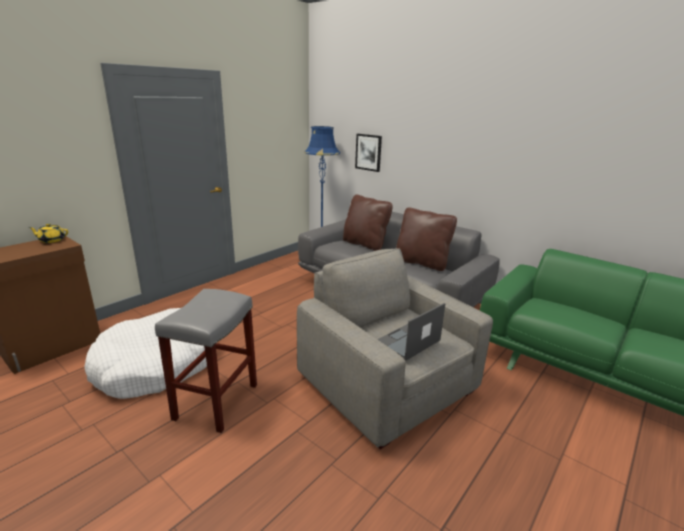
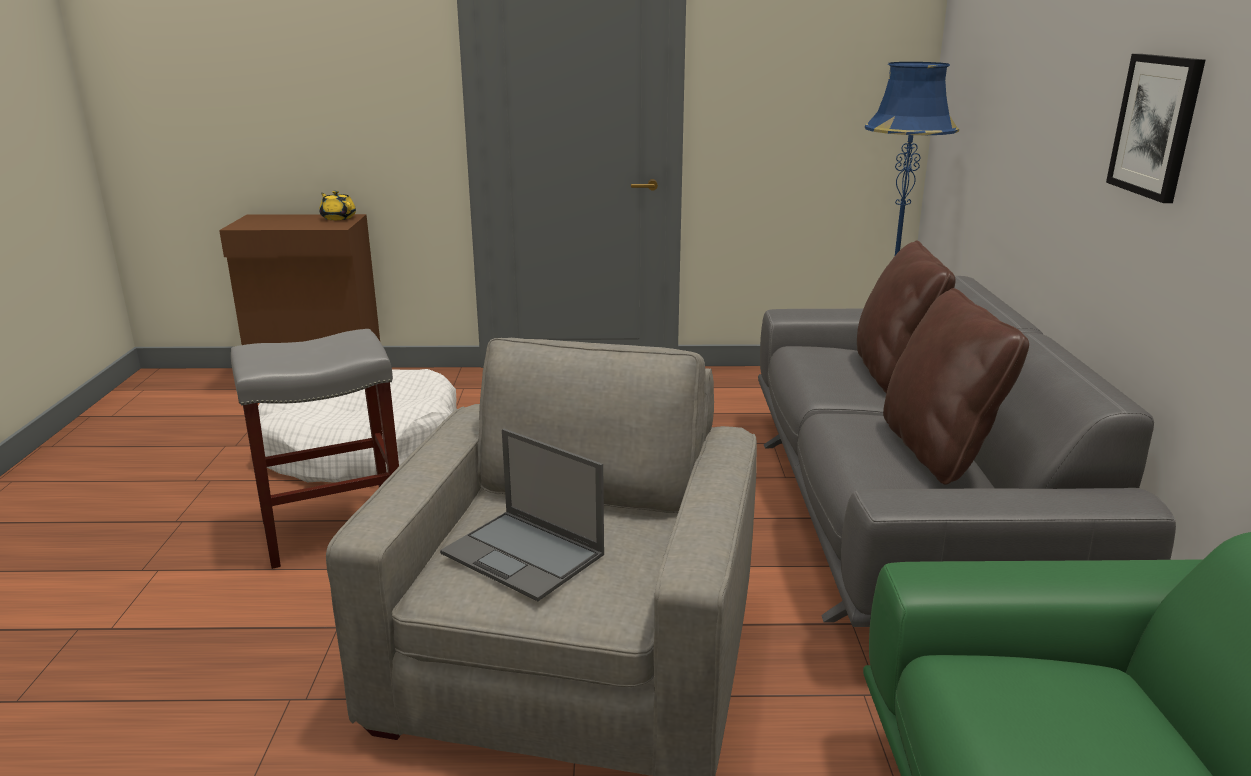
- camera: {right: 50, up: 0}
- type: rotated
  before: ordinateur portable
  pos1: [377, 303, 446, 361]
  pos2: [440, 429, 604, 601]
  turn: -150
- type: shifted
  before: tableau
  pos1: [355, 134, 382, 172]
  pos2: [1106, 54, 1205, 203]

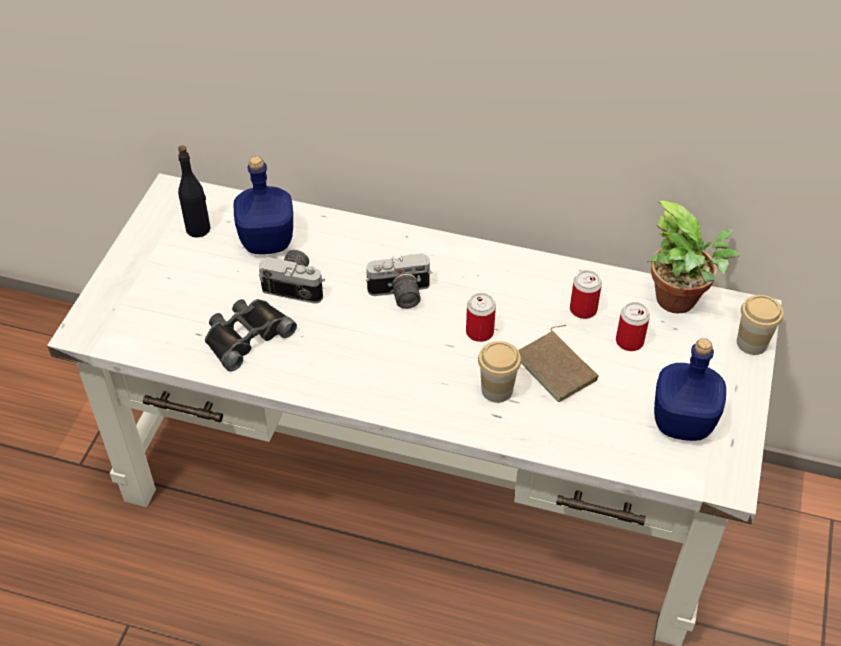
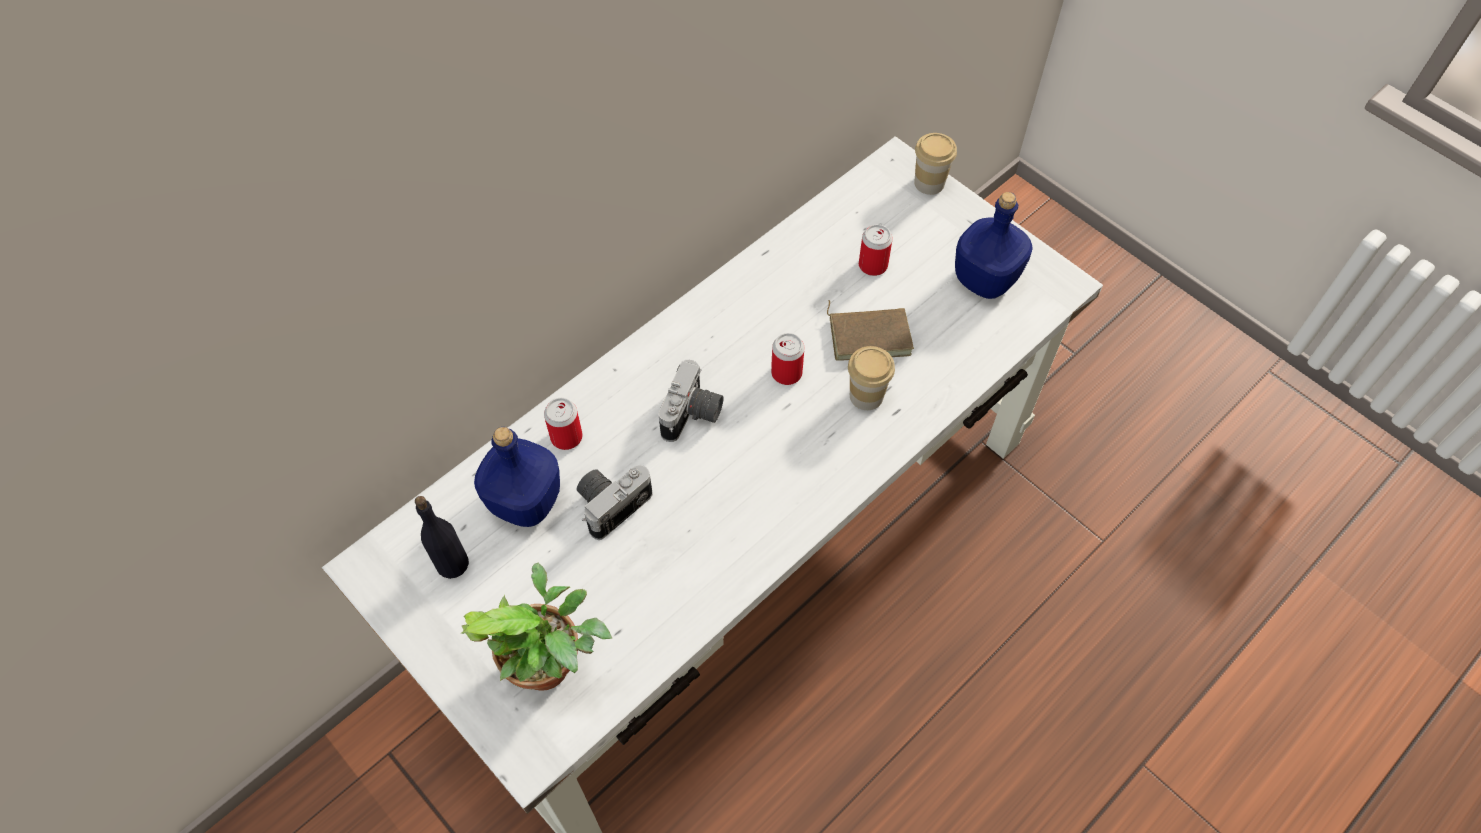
- camera: {right: -60, up: 10}
- type: shifted
  before: plante en pot
  pos1: [648, 200, 739, 314]
  pos2: [460, 563, 612, 691]
- type: shifted
  before: boîte métallique
  pos1: [570, 270, 602, 319]
  pos2: [544, 398, 583, 450]
- type: gone
  before: jumelles (noir)
  pos1: [205, 299, 297, 371]

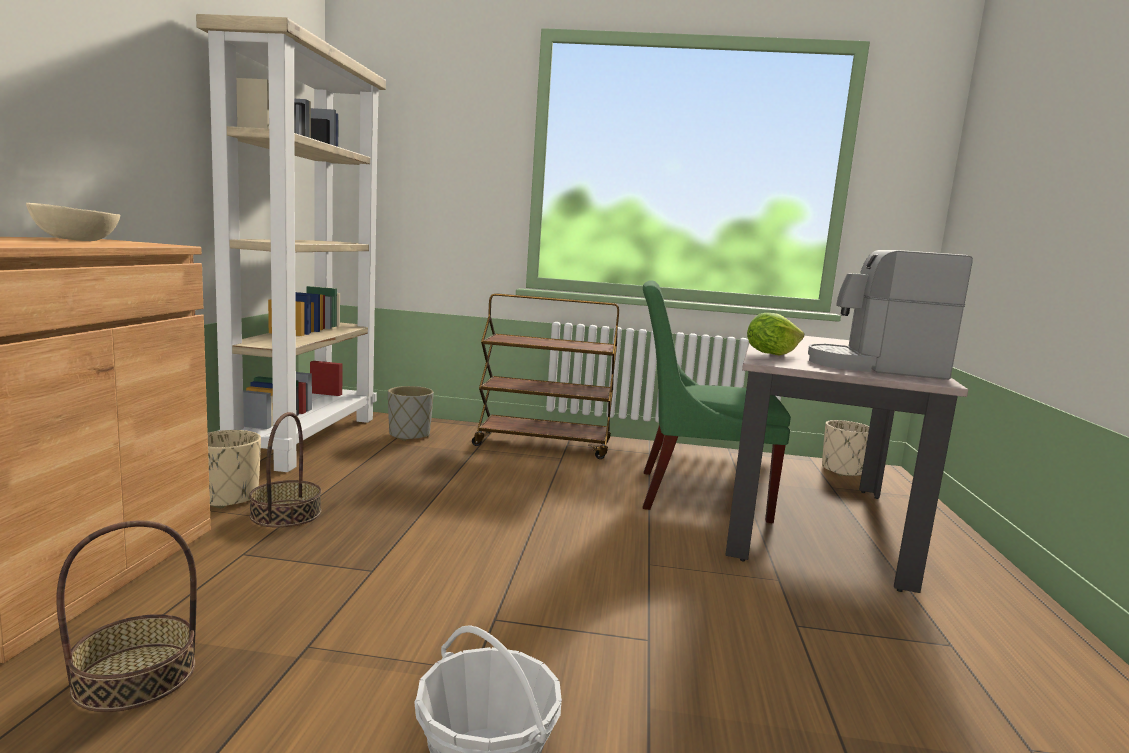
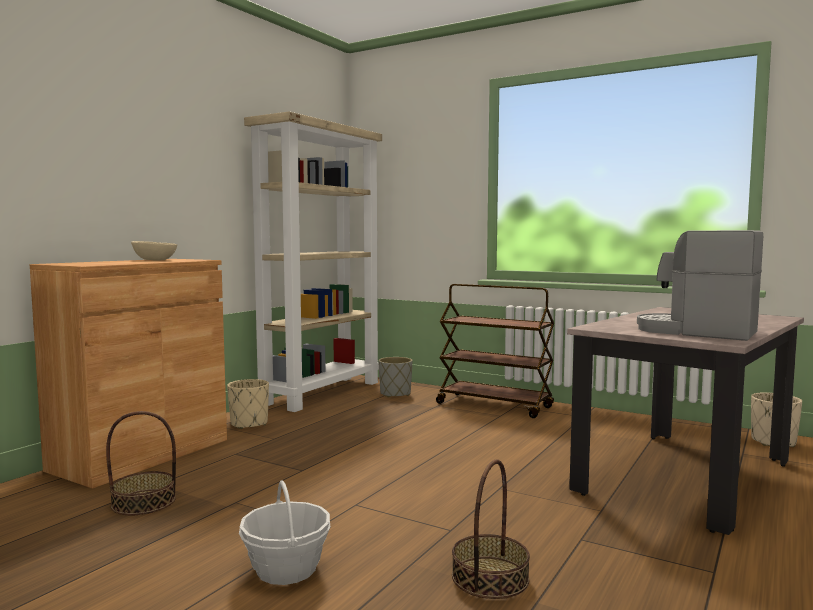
- camera: {right: 25, up: -5}
- type: shifted
  before: panier
  pos1: [249, 412, 322, 528]
  pos2: [452, 459, 530, 599]
- type: gone
  before: chaise (vert)
  pos1: [643, 280, 791, 523]
- type: gone
  before: laitue
  pos1: [747, 313, 804, 356]

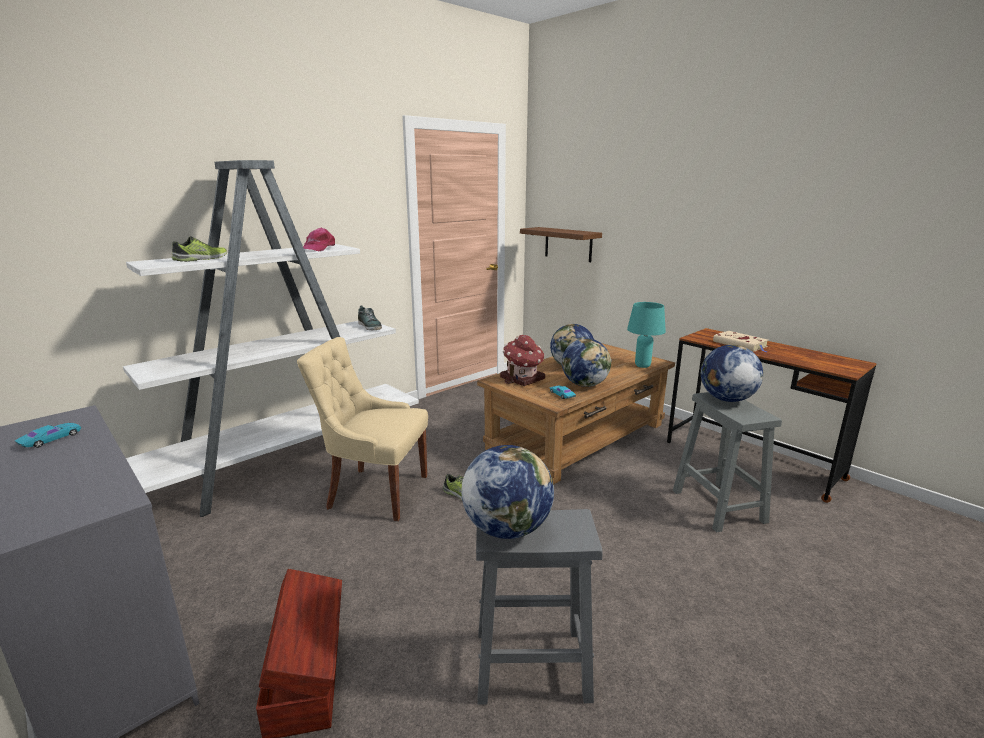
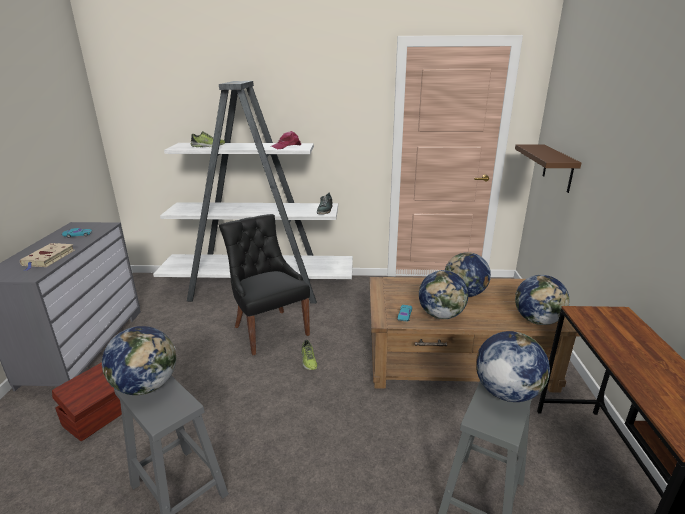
- camera: {right: 45, up: 5}
- type: shifted
  before: livre (beige)
  pos1: [713, 331, 768, 352]
  pos2: [20, 243, 75, 271]
- type: repainted
  before: chaise (beige)
  after: chaise (noir)
  pos1: [297, 337, 428, 521]
  pos2: [219, 214, 310, 355]
- type: swapped
  before: lampe de table (turquoise)
  after: globe
  pos1: [627, 302, 666, 368]
  pos2: [515, 275, 570, 325]
- type: gone
  before: maison miniature
  pos1: [500, 335, 545, 386]

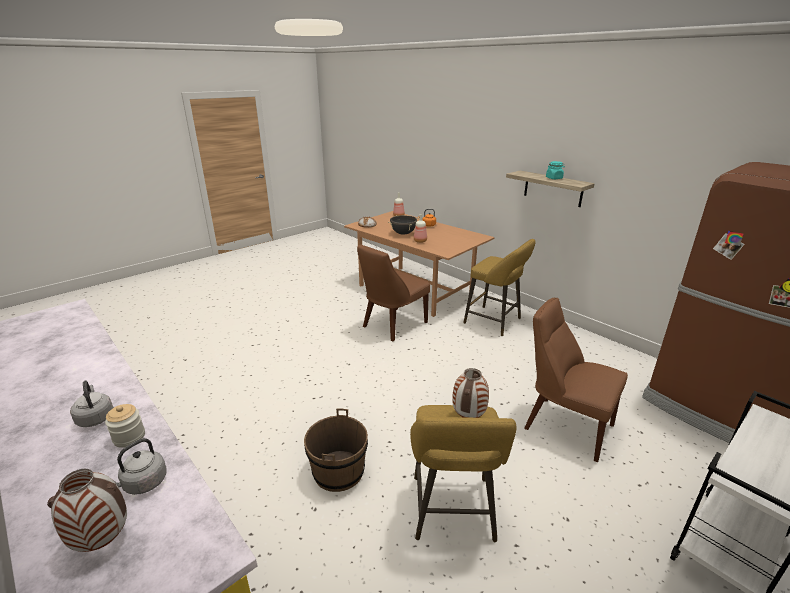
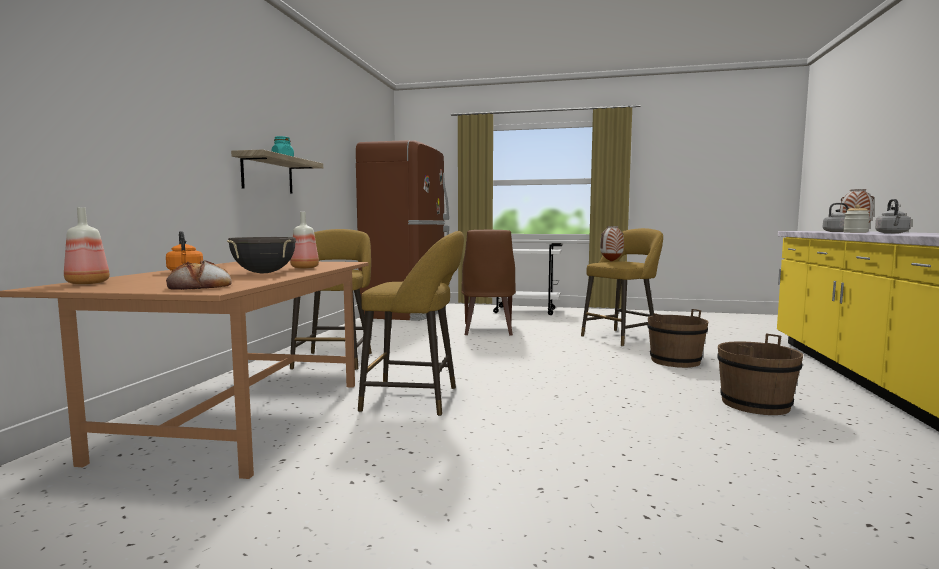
- camera: {right: -125, up: -20}
- type: swapped
  before: chaise (marron)
  after: tabouret (jaune)
  pos1: [357, 244, 430, 342]
  pos2: [358, 231, 464, 416]
- type: new
  after: seau (marron)
  pos2: [717, 334, 803, 415]

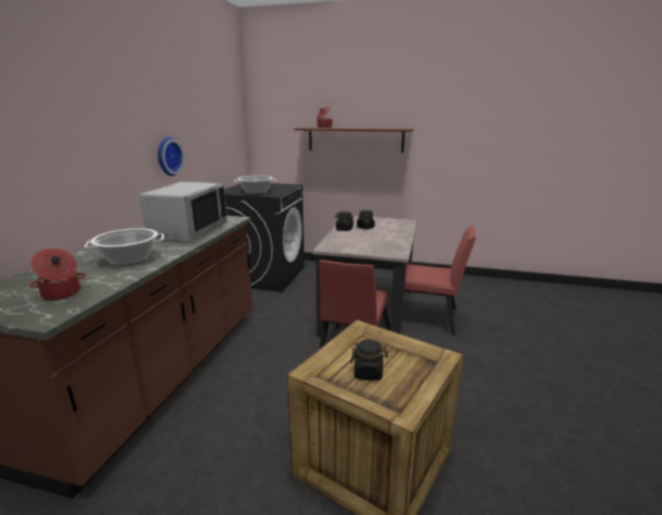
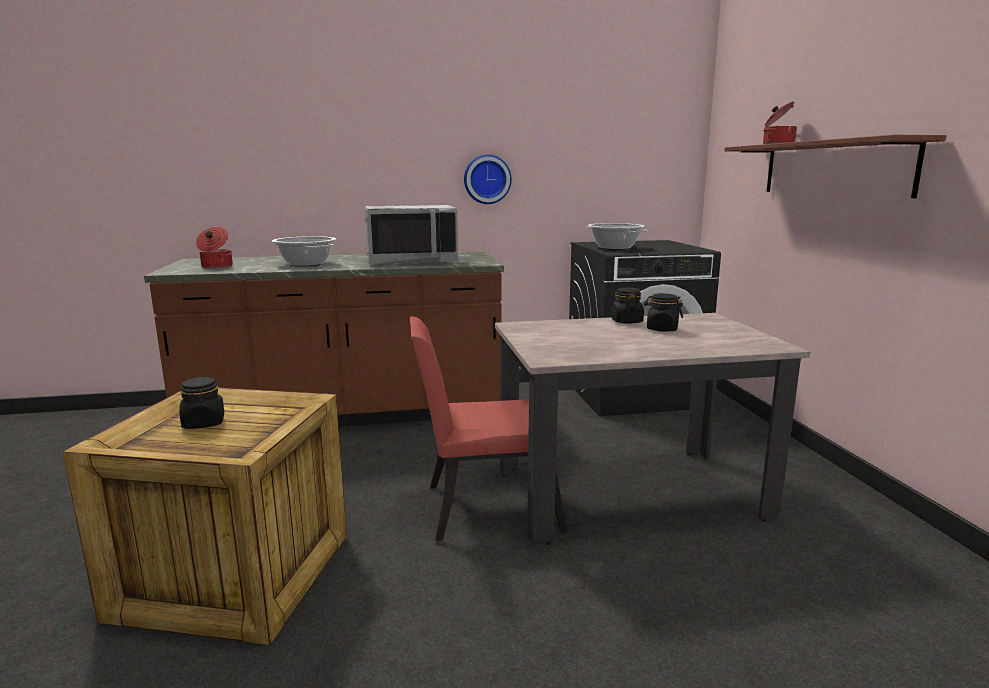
- camera: {right: 65, up: -5}
- type: gone
  before: chaise (rouge)
  pos1: [404, 225, 476, 335]

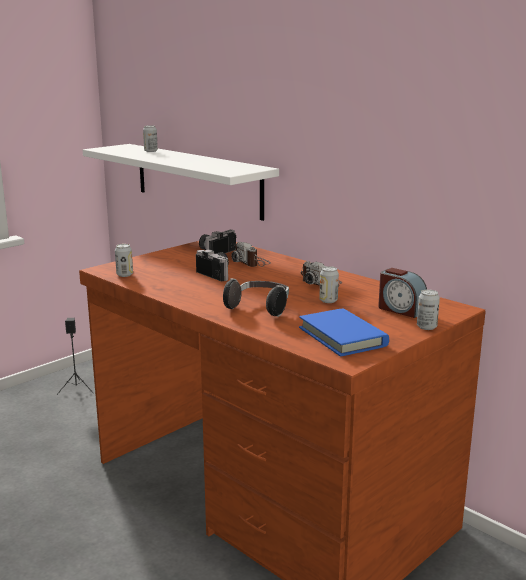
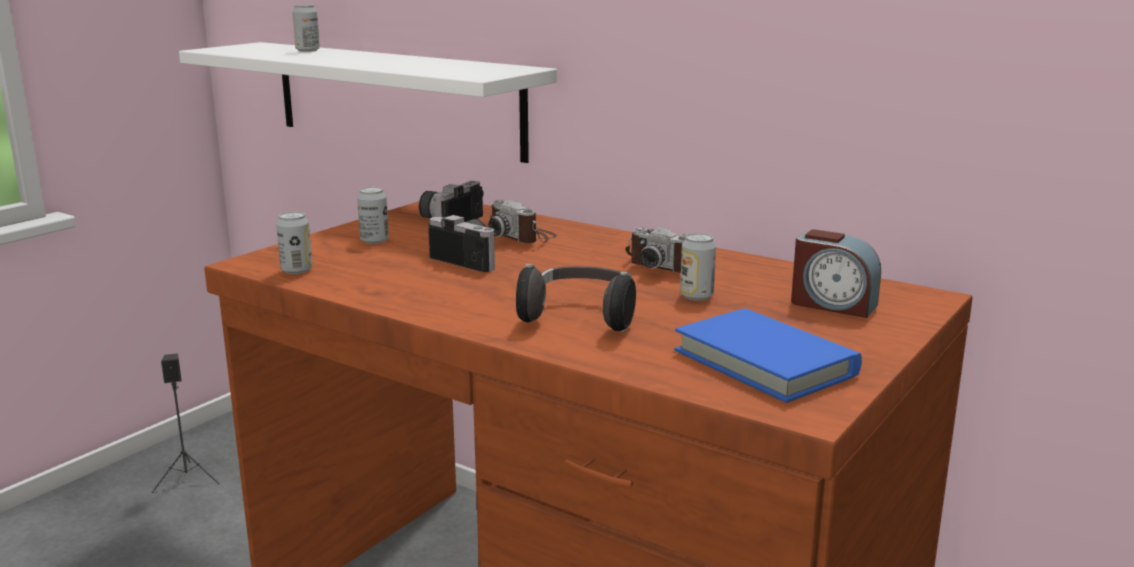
- camera: {right: -10, up: 0}
- type: shifted
  before: boîte métallique
  pos1: [417, 289, 440, 330]
  pos2: [357, 187, 389, 244]

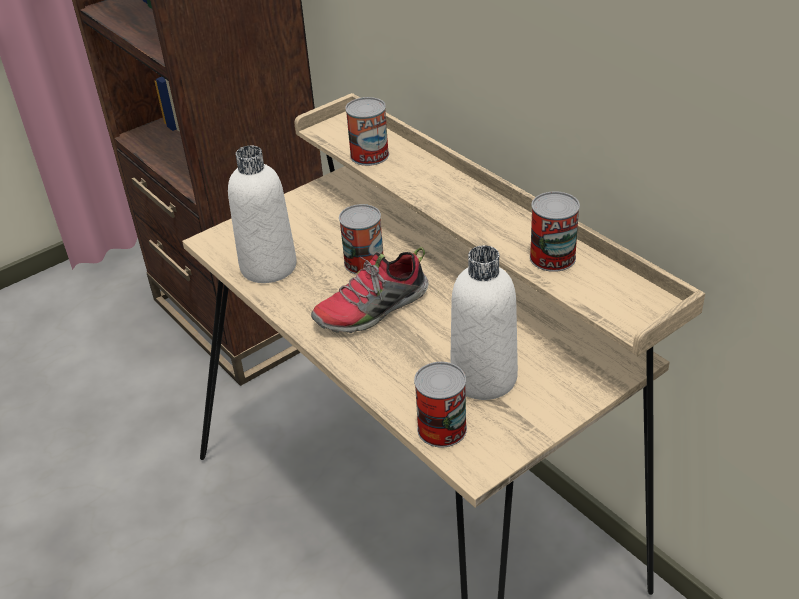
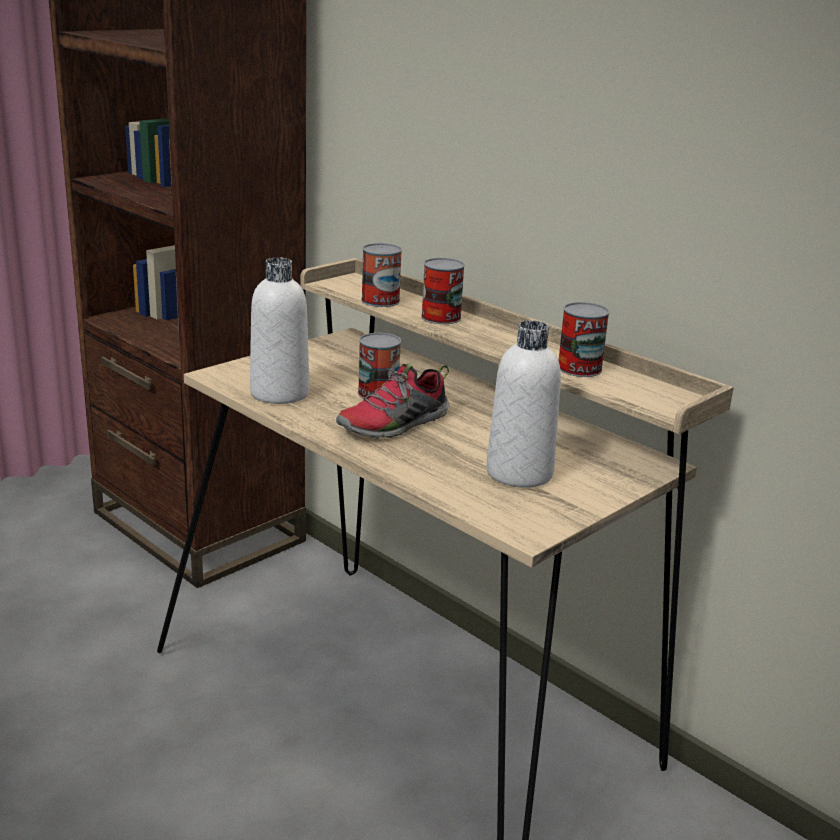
- camera: {right: -10, up: -15}
- type: shifted
  before: boîte métallique
  pos1: [414, 362, 467, 448]
  pos2: [421, 258, 465, 324]

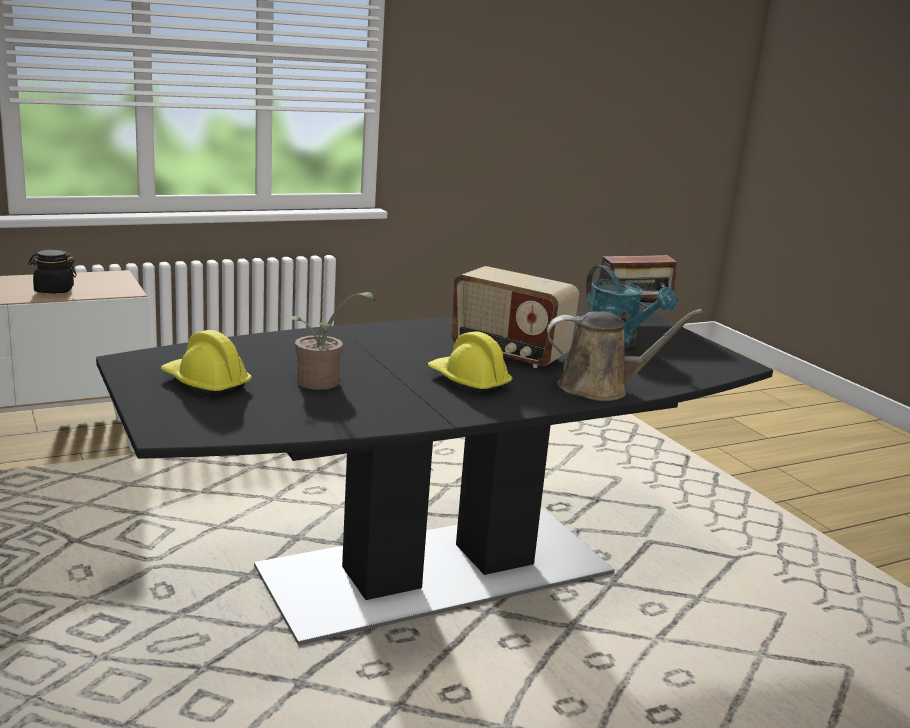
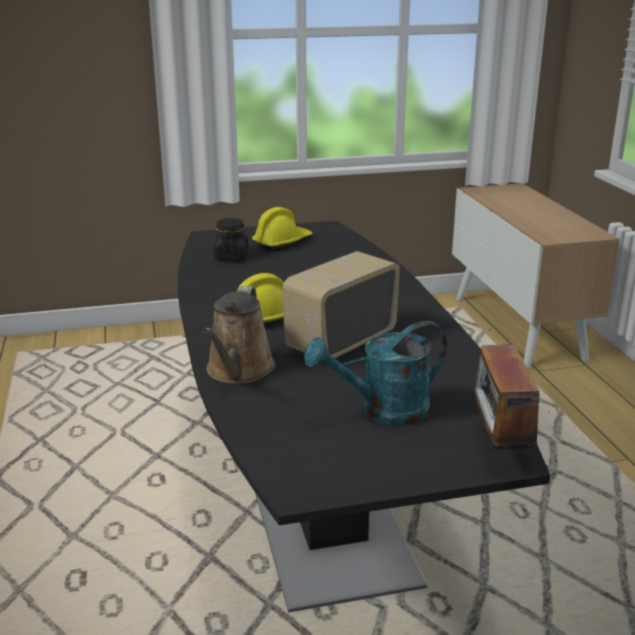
- camera: {right: 105, up: 5}
- type: shifted
  before: bocal (noir)
  pos1: [28, 249, 77, 294]
  pos2: [214, 218, 249, 261]
- type: gone
  before: plante en pot
  pos1: [286, 292, 375, 390]

